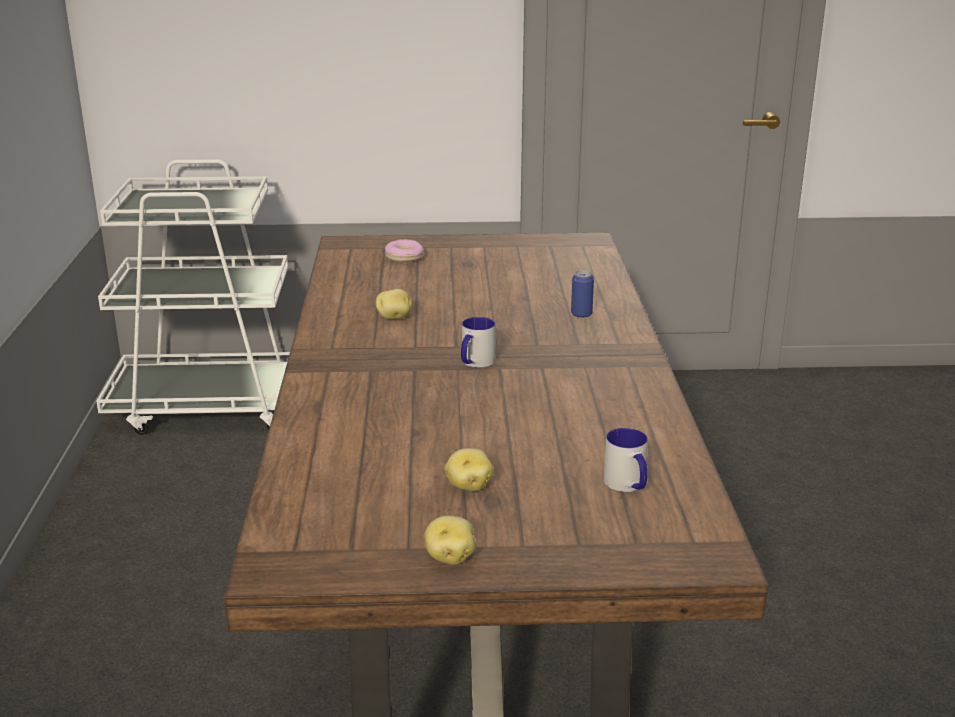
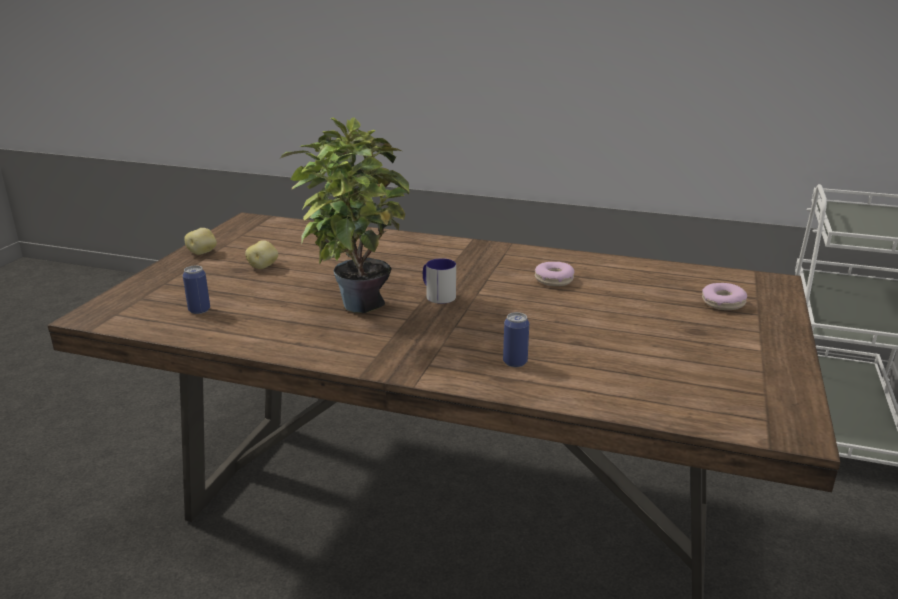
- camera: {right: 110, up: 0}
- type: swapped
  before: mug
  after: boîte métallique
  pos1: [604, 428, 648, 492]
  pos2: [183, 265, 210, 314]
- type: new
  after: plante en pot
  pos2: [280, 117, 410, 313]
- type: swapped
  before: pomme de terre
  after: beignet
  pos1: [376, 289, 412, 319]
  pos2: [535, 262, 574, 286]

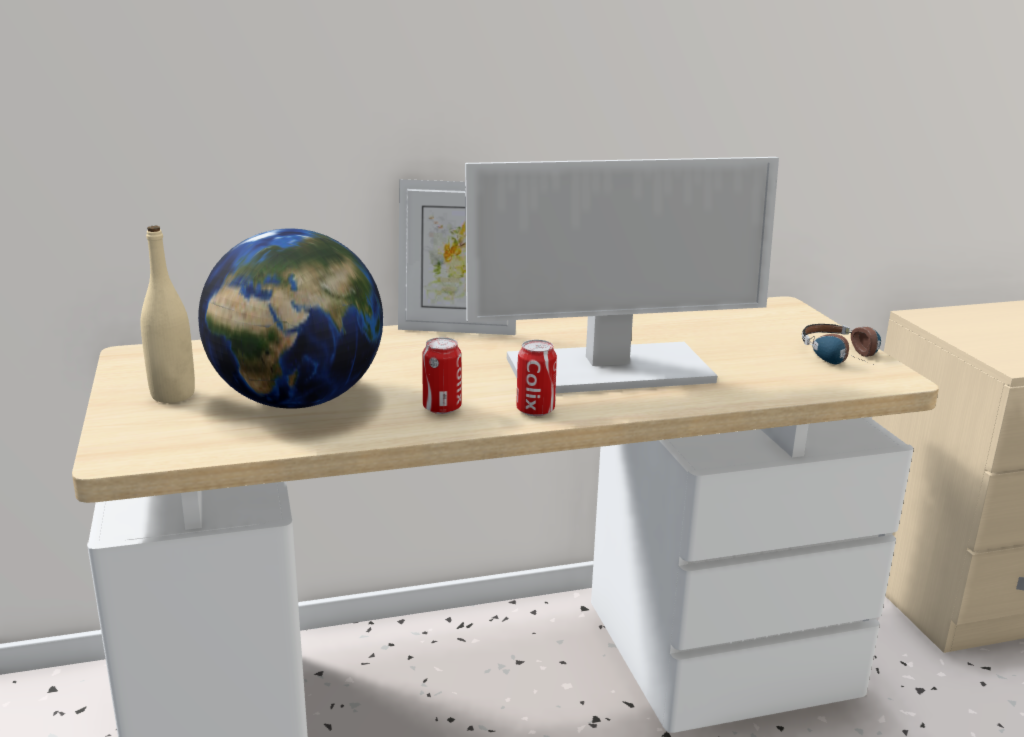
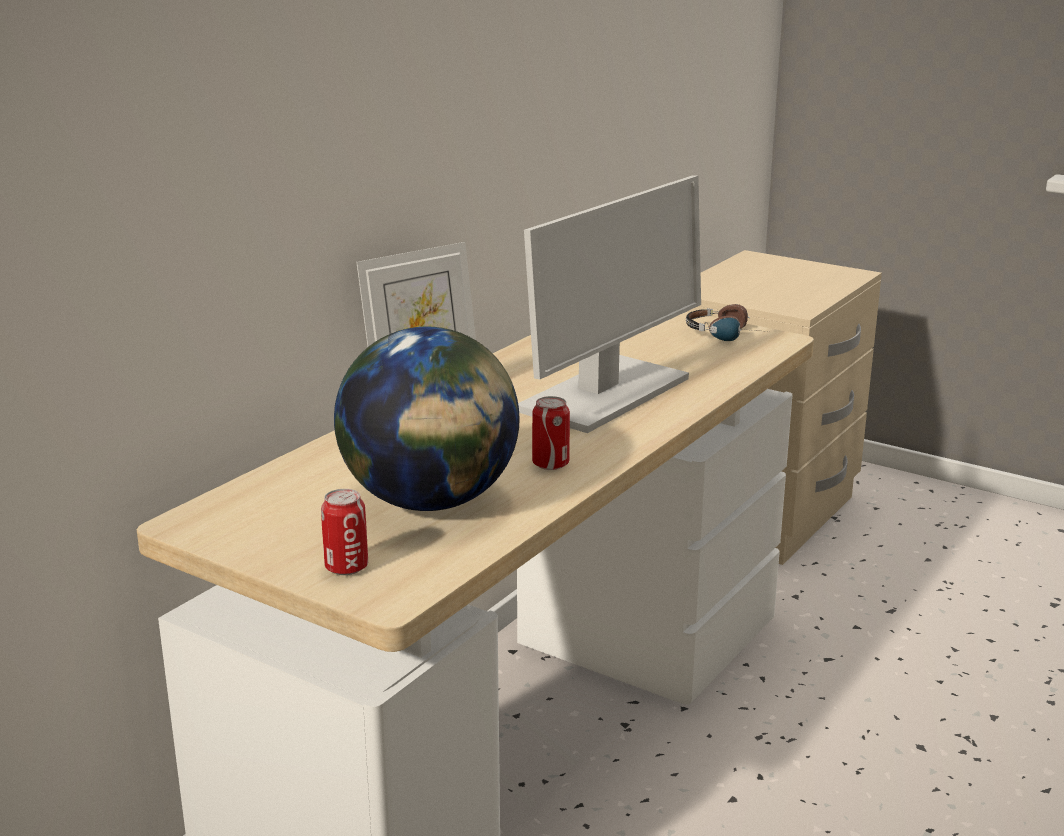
- camera: {right: -40, up: 0}
- type: shifted
  before: boîte métallique
  pos1: [516, 340, 557, 416]
  pos2: [321, 489, 368, 575]
- type: gone
  before: bouteille (beige)
  pos1: [141, 226, 195, 403]

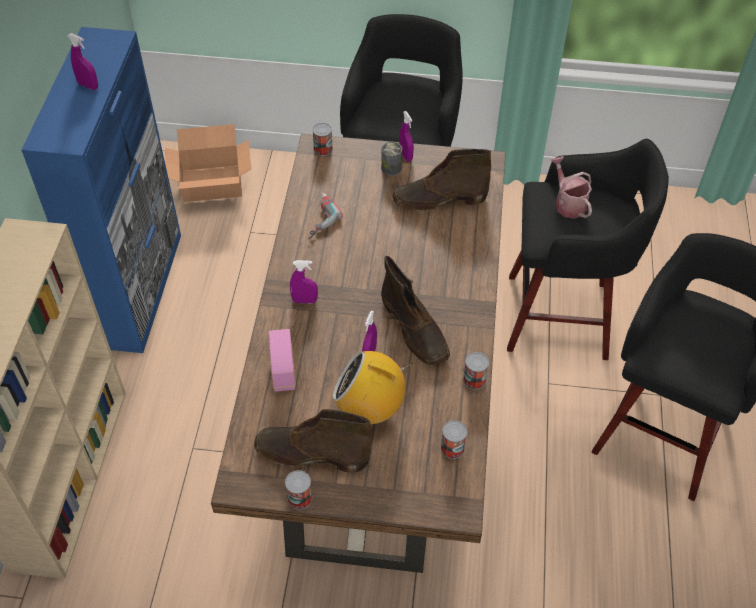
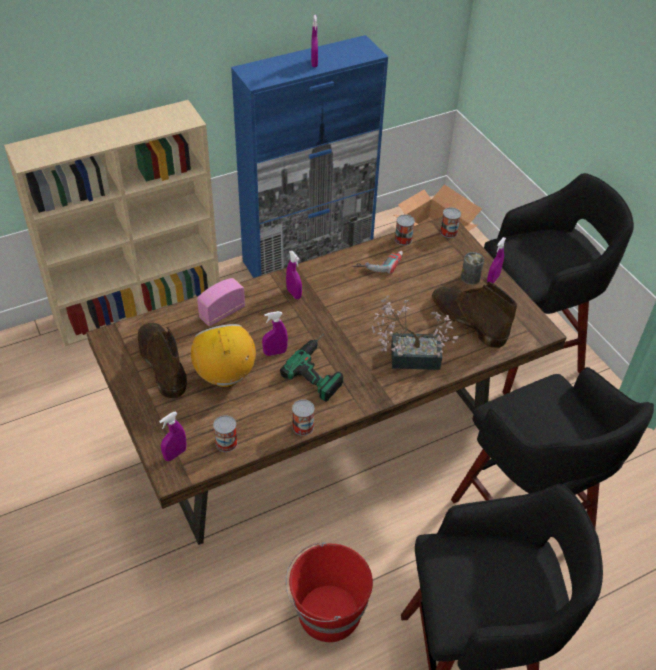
- camera: {right: 55, up: -5}
- type: new
  after: vaporisateur (violet)
  pos2: [159, 411, 186, 461]
- type: swapped
  before: botte (marron)
  after: perceuse
  pos1: [381, 256, 450, 366]
  pos2: [280, 333, 344, 402]
- type: new
  after: seau (rouge)
  pos2: [285, 542, 373, 642]
- type: new
  after: plante en pot
  pos2: [372, 295, 458, 370]
- type: shifted
  before: boîte métallique
  pos1: [285, 470, 312, 510]
  pos2: [395, 215, 415, 245]
- type: gone
  before: arrosoir
  pos1: [550, 156, 592, 219]

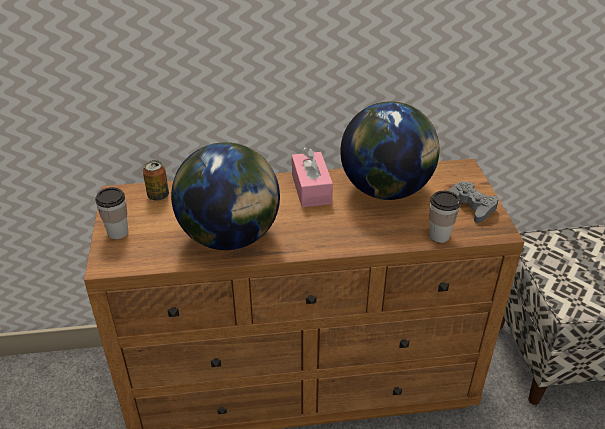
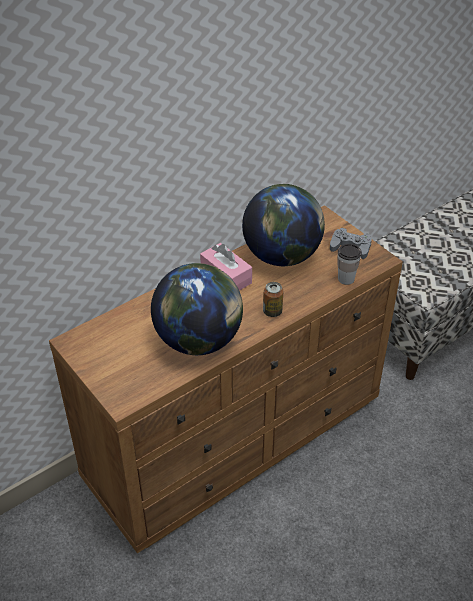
- camera: {right: -30, up: 5}
- type: shifted
  before: boîte métallique
  pos1: [143, 160, 169, 201]
  pos2: [263, 282, 284, 317]
- type: gone
  before: tasse
  pos1: [95, 187, 128, 239]

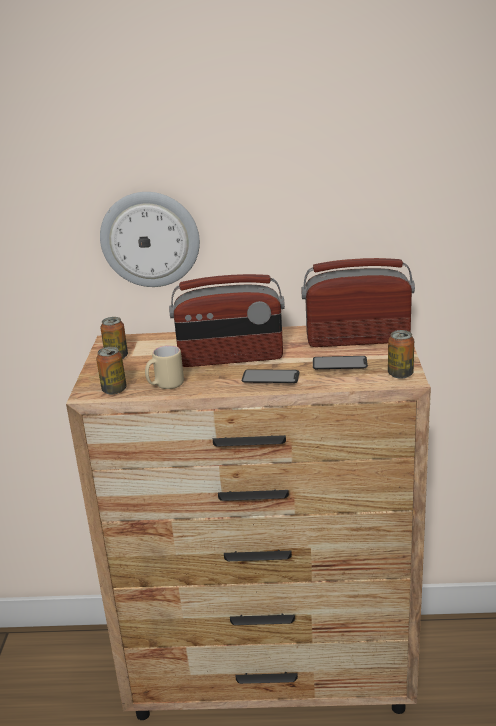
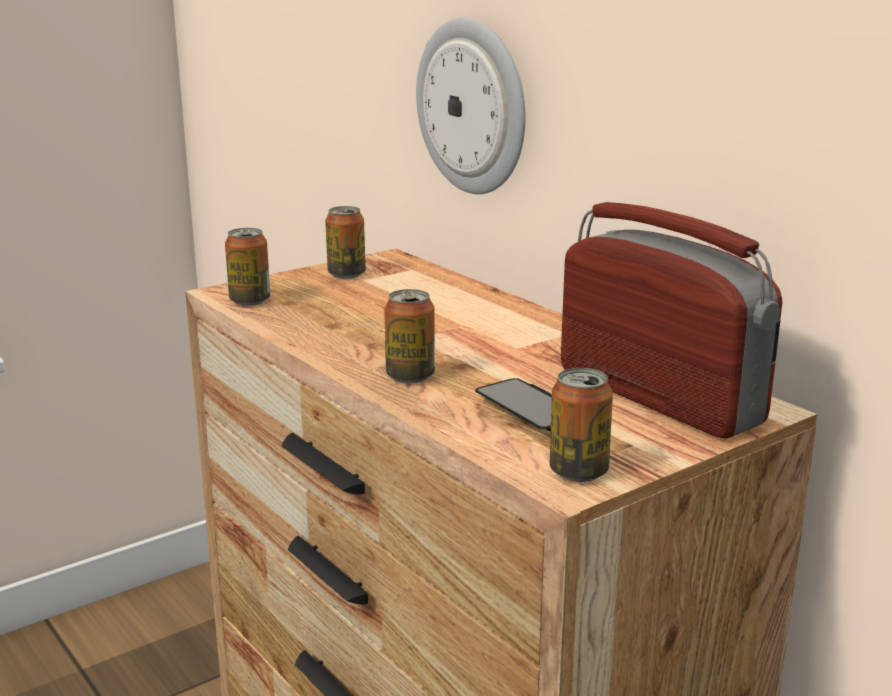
- camera: {right: 50, up: -5}
- type: swapped
  before: téléphone
  after: boîte métallique
  pos1: [242, 369, 300, 383]
  pos2: [384, 289, 435, 383]
- type: gone
  before: mug (beige)
  pos1: [145, 345, 184, 389]
- type: gone
  before: radio
  pos1: [169, 274, 285, 367]

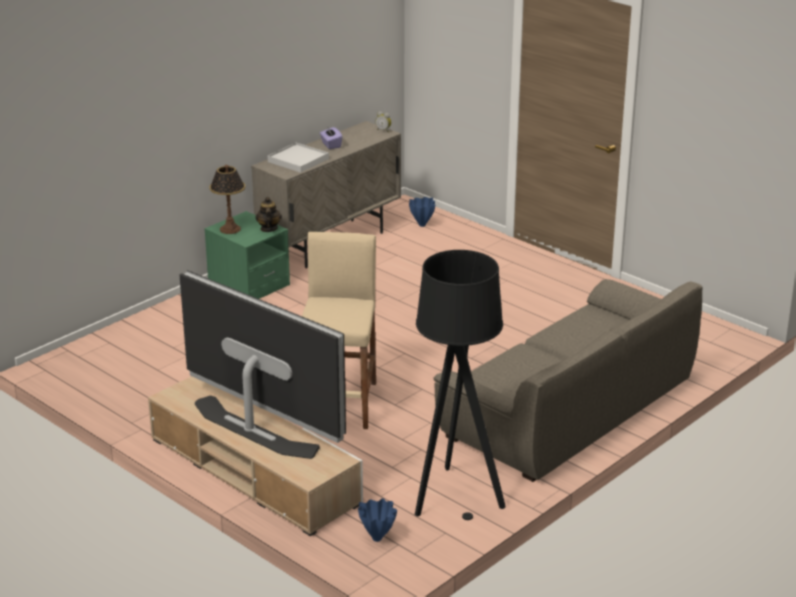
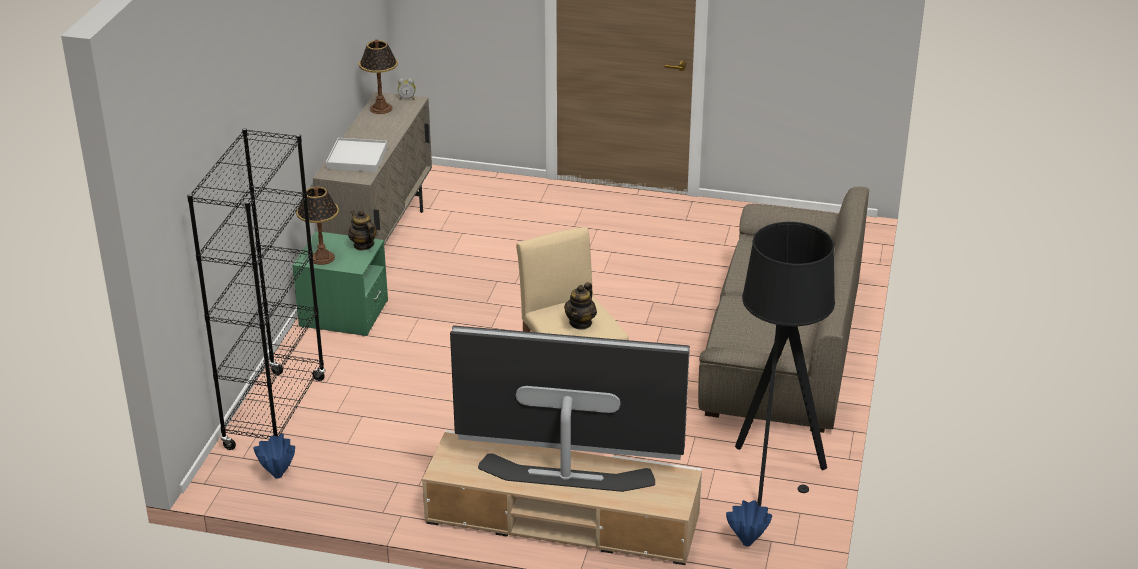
- camera: {right: -30, up: 5}
- type: new
  after: bibliothèque (noir)
  pos2: [187, 128, 326, 450]
- type: shifted
  before: vase (bleu)
  pos1: [409, 197, 435, 227]
  pos2: [253, 434, 295, 479]
- type: new
  after: lampe de table
  pos2: [359, 39, 398, 114]
- type: new
  after: théière
  pos2: [564, 282, 597, 330]
- type: gone
  before: boîte à mouchoirs (violet)
  pos1: [320, 126, 342, 149]

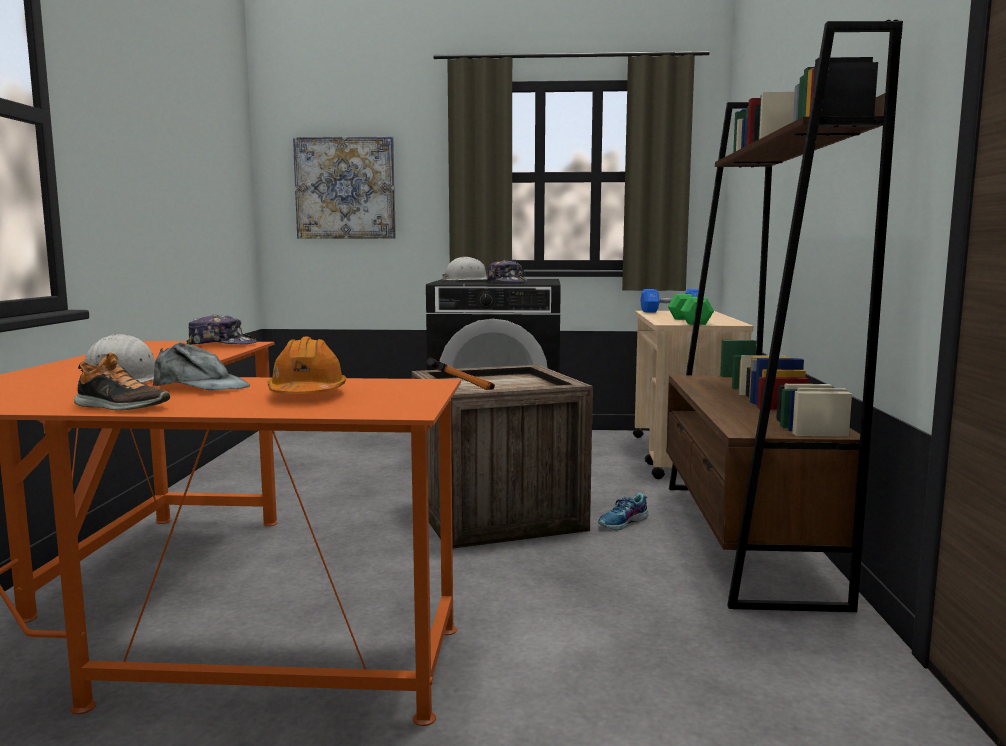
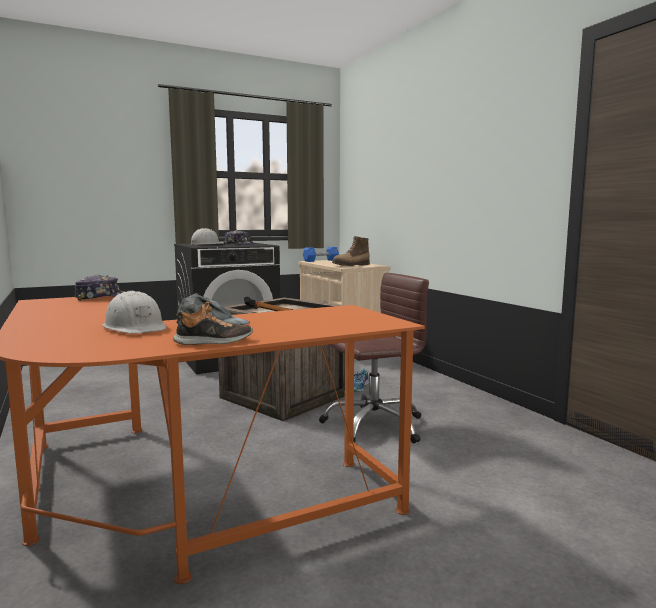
- camera: {right: -30, up: 0}
- type: new
  after: chaise de bureau (marron)
  pos2: [319, 273, 429, 443]
- type: swapped
  before: haltère (vert)
  after: botte
  pos1: [668, 294, 714, 325]
  pos2: [332, 236, 370, 266]
- type: gone
  before: casque de chantier (orange)
  pos1: [267, 336, 346, 394]
- type: gone
  before: tableau
  pos1: [293, 136, 396, 239]
- type: gone
  before: bibliothèque (marron)
  pos1: [666, 20, 903, 612]

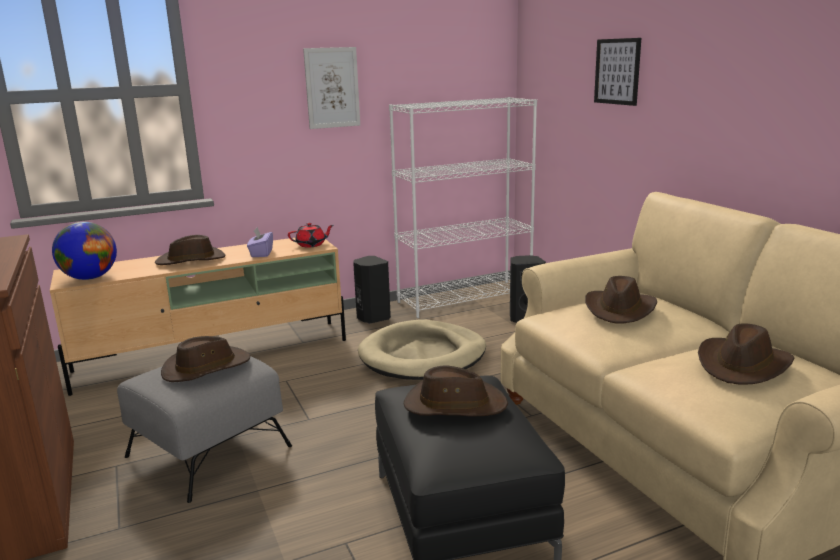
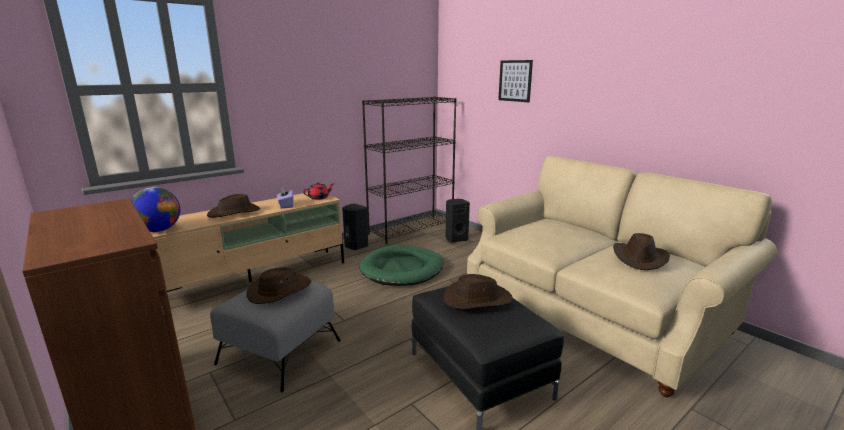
- camera: {right: -15, up: 0}
- type: repainted
  before: panier pour chien (beige)
  after: panier pour chien (vert)
  pos1: [358, 320, 486, 380]
  pos2: [359, 245, 444, 286]
- type: repainted
  before: bibliothèque (blanc)
  after: bibliothèque (noir)
  pos1: [389, 97, 537, 318]
  pos2: [362, 97, 457, 244]
- type: gone
  before: tableau
  pos1: [303, 47, 360, 129]
- type: gone
  before: chapeau (marron)
  pos1: [585, 276, 657, 324]

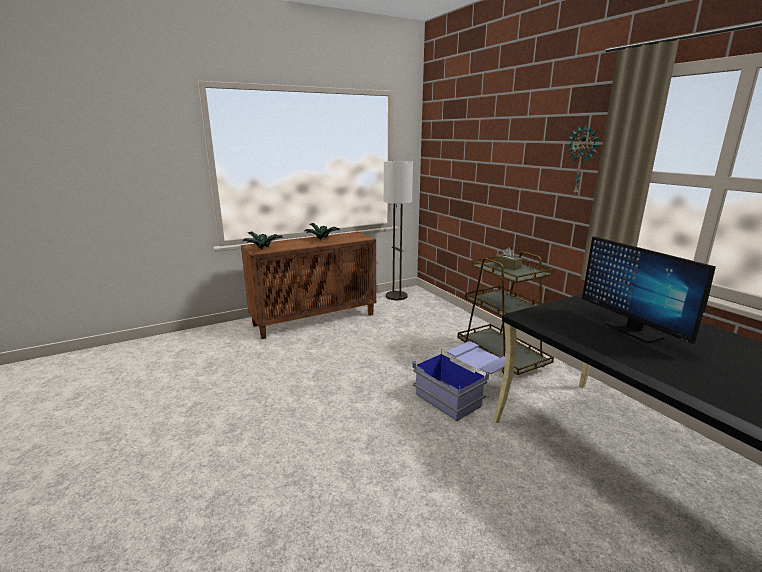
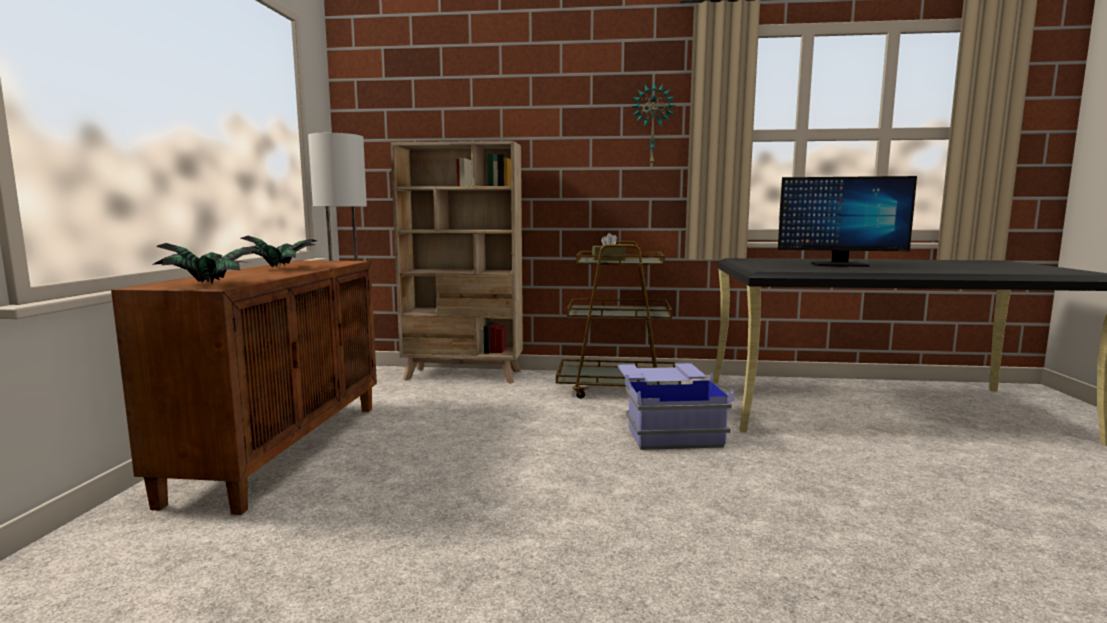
- camera: {right: -55, up: -10}
- type: new
  after: bibliothèque (beige)
  pos2: [390, 141, 523, 384]

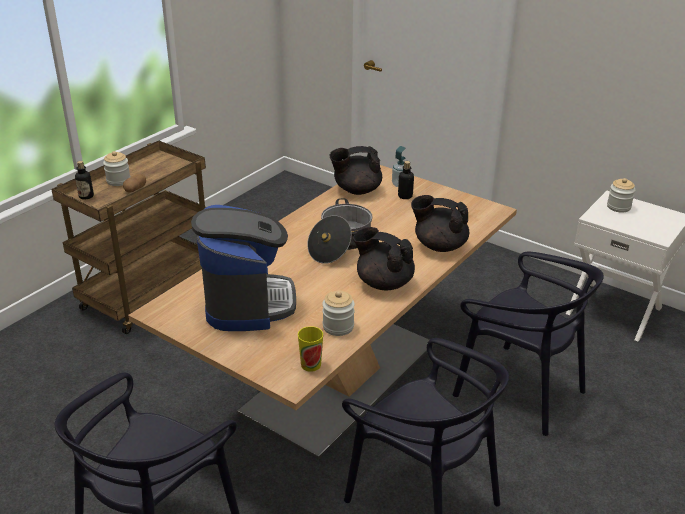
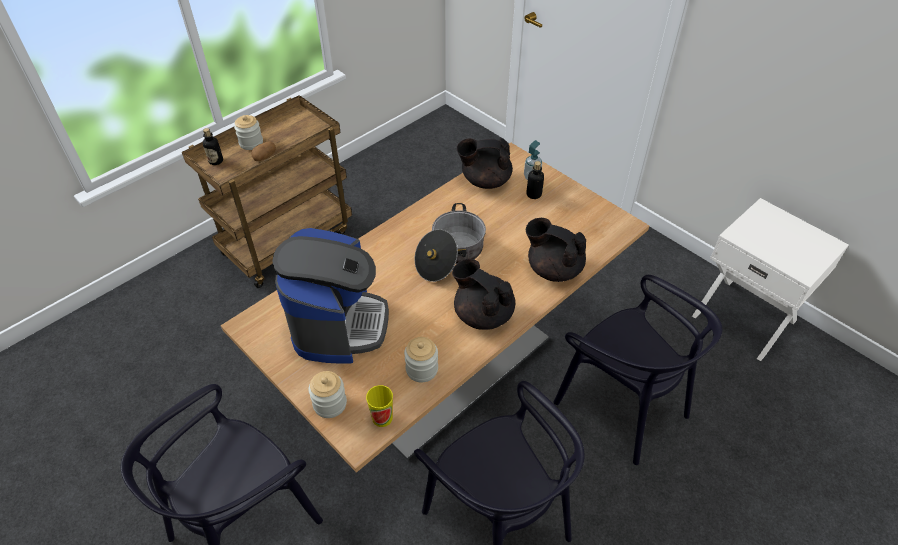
- camera: {right: 10, up: 15}
- type: shifted
  before: bocal
  pos1: [607, 178, 635, 213]
  pos2: [308, 371, 347, 418]

